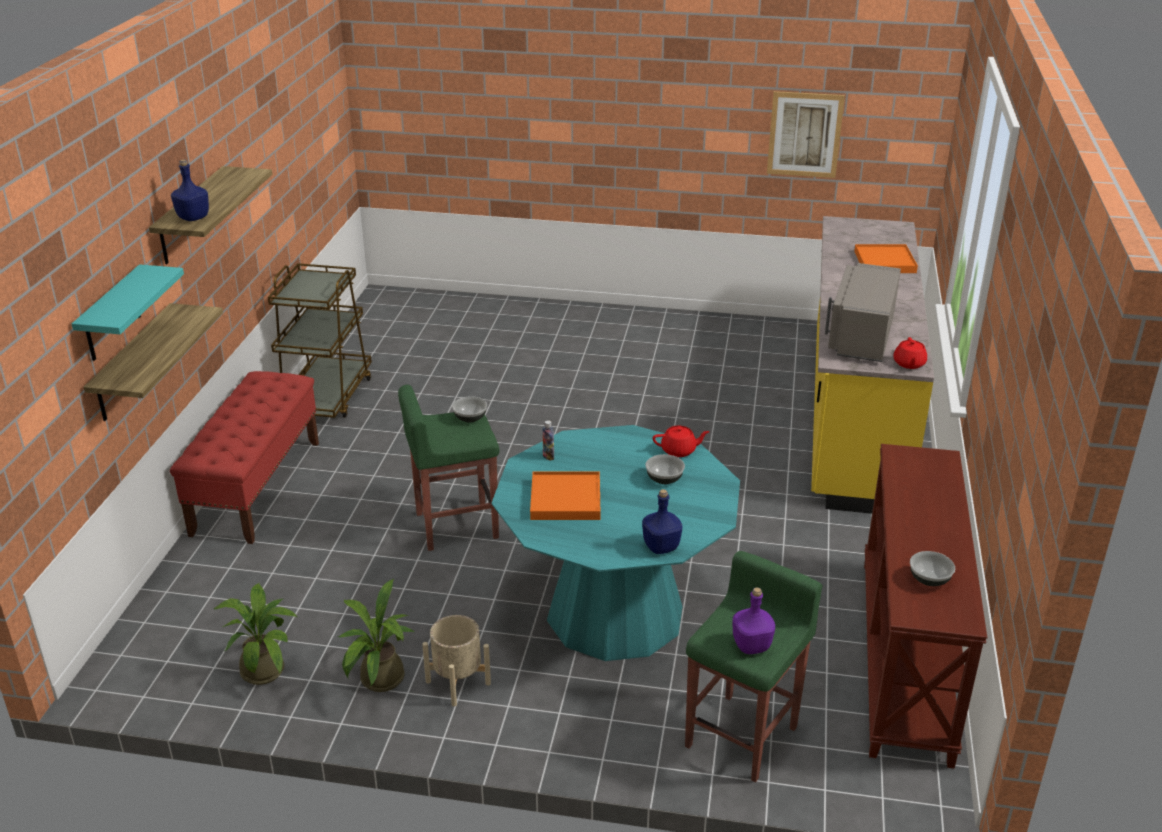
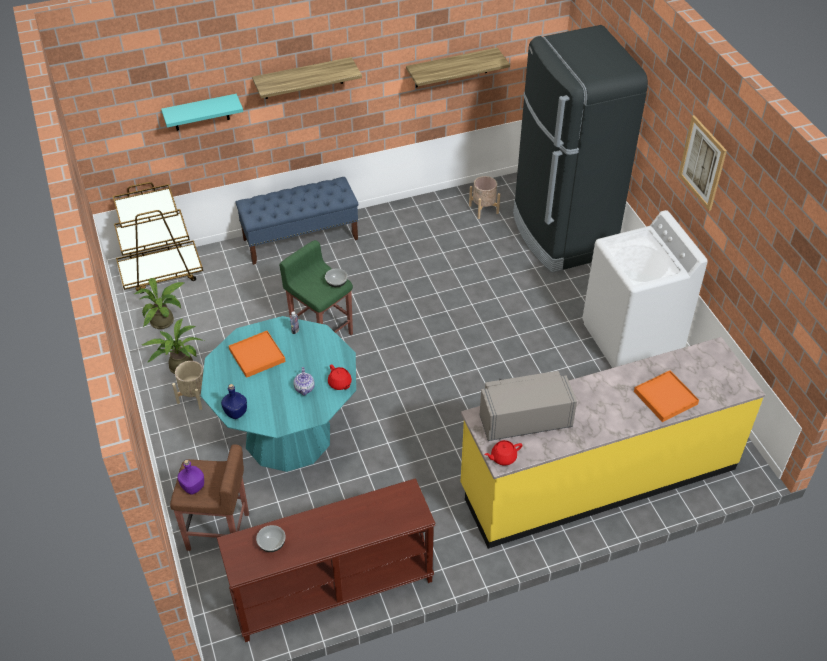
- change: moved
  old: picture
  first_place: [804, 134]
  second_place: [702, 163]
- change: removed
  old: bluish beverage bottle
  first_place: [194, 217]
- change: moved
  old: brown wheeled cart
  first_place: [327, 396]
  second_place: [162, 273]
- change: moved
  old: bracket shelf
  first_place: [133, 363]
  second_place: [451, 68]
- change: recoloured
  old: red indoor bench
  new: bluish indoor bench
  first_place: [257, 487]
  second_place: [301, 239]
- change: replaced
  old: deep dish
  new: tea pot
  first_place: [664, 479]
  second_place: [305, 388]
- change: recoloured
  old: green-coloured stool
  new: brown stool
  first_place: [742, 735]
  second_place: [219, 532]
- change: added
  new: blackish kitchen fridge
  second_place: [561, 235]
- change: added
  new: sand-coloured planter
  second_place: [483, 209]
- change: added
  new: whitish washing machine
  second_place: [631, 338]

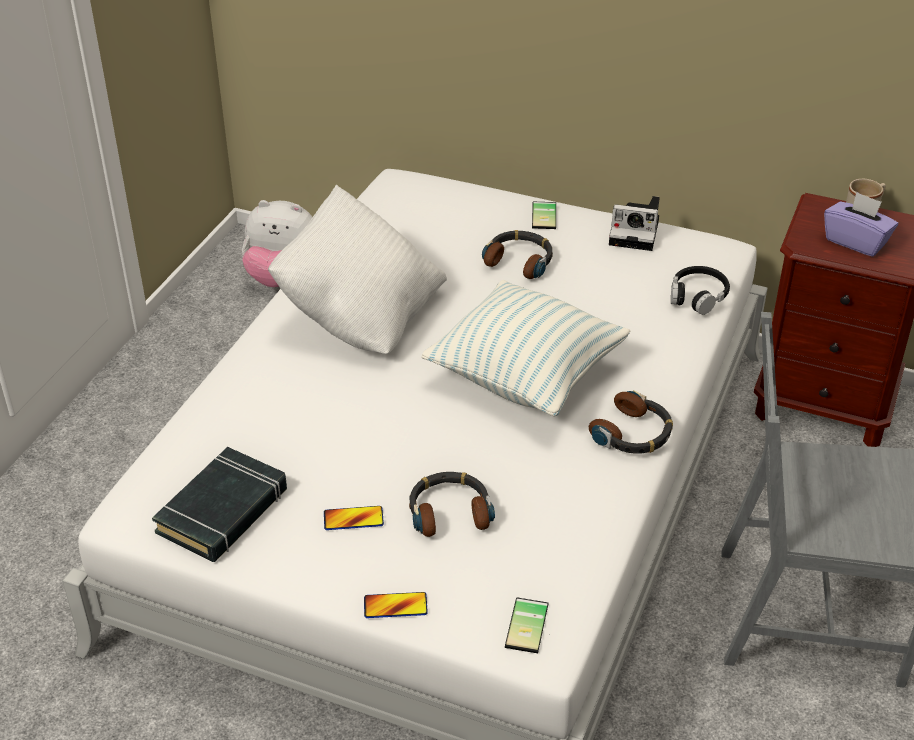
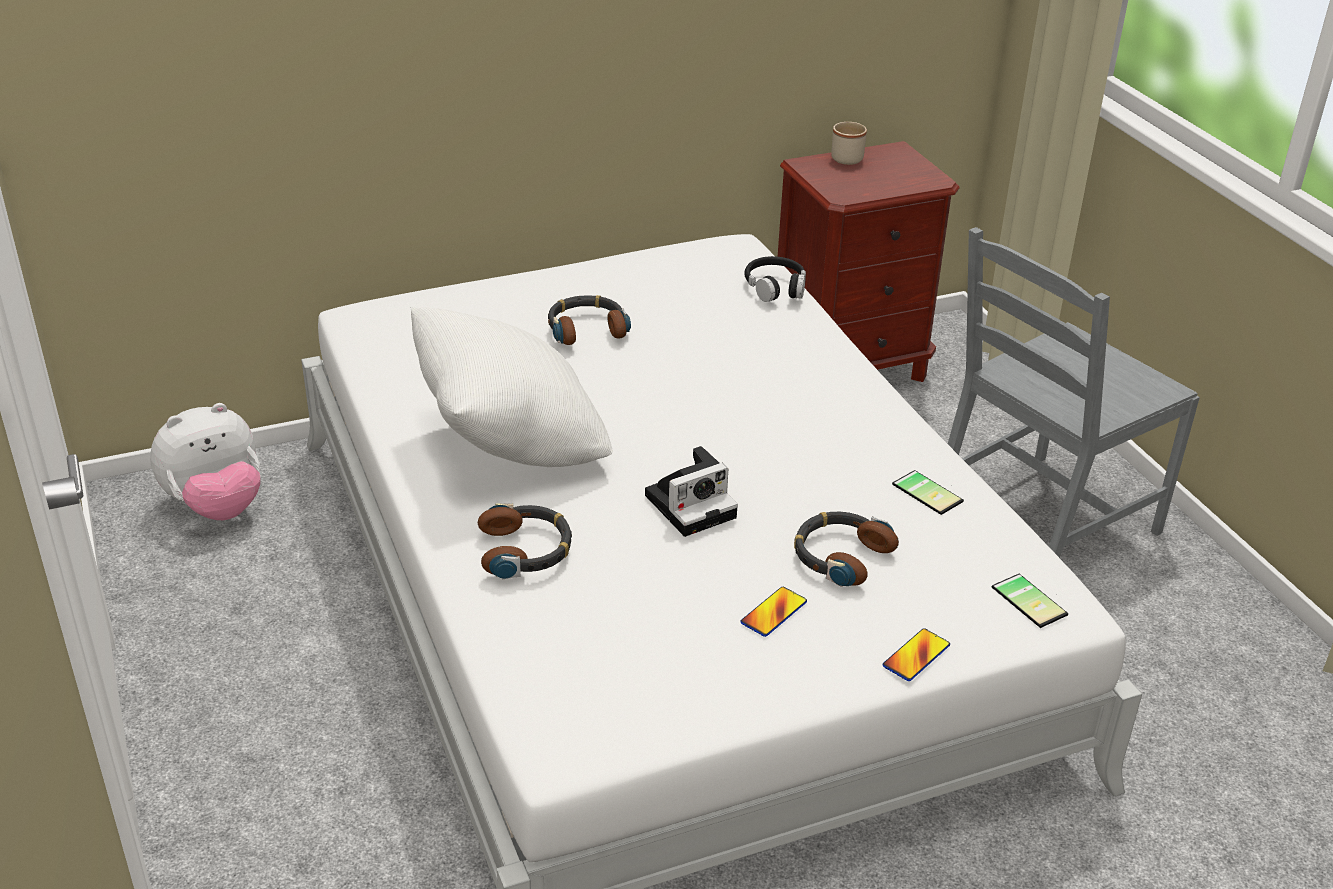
- change: removed
  old: purplish tissue holder
  first_place: [856, 241]
- change: moved
  old: photo camera
  first_place: [636, 232]
  second_place: [692, 504]
- change: moved
  old: handset
  first_place: [546, 215]
  second_place: [930, 491]
- change: removed
  old: throw pillow
  first_place: [525, 377]
- change: moved
  old: pair of headphones
  first_place: [633, 434]
  second_place: [526, 550]
- change: removed
  old: blackish bound book
  first_place: [223, 511]

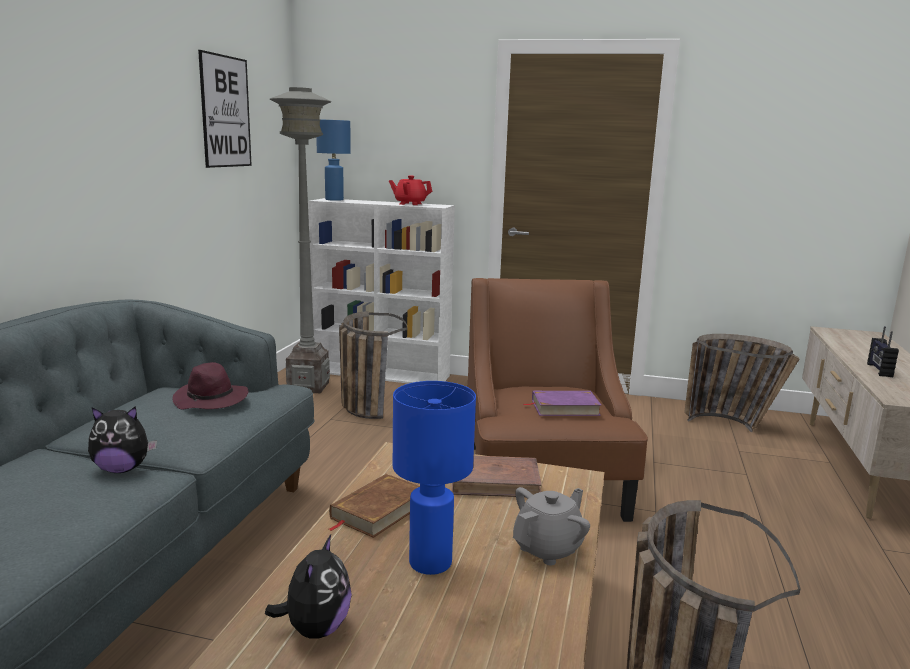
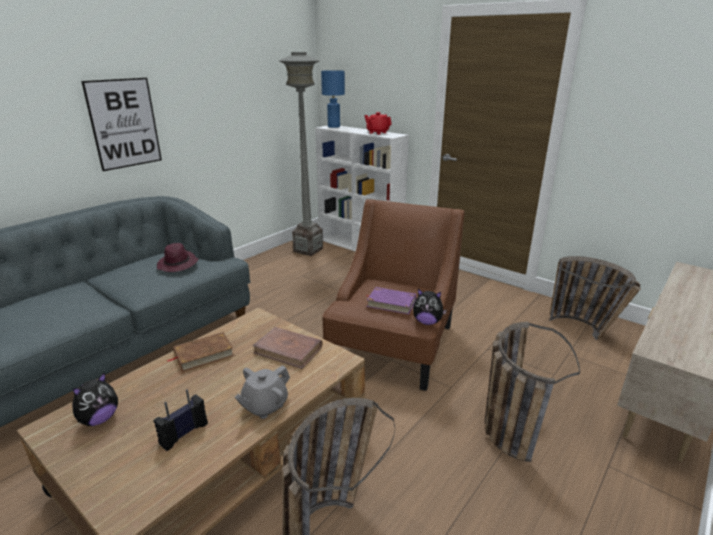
- change: moved
  old: picture
  first_place: [225, 112]
  second_place: [124, 123]
- change: moved
  old: storage basket
  first_place: [363, 404]
  second_place: [508, 424]
- change: moved
  old: radio receiver
  first_place: [879, 370]
  second_place: [183, 433]
- change: removed
  old: bluish tabletop lamp
  first_place: [429, 563]
- change: moved
  old: cuddly toy
  first_place: [122, 469]
  second_place: [427, 322]
- change: turned
  old: grey tea pot
  first_place: [548, 549]
  second_place: [264, 406]
  degrees: 150

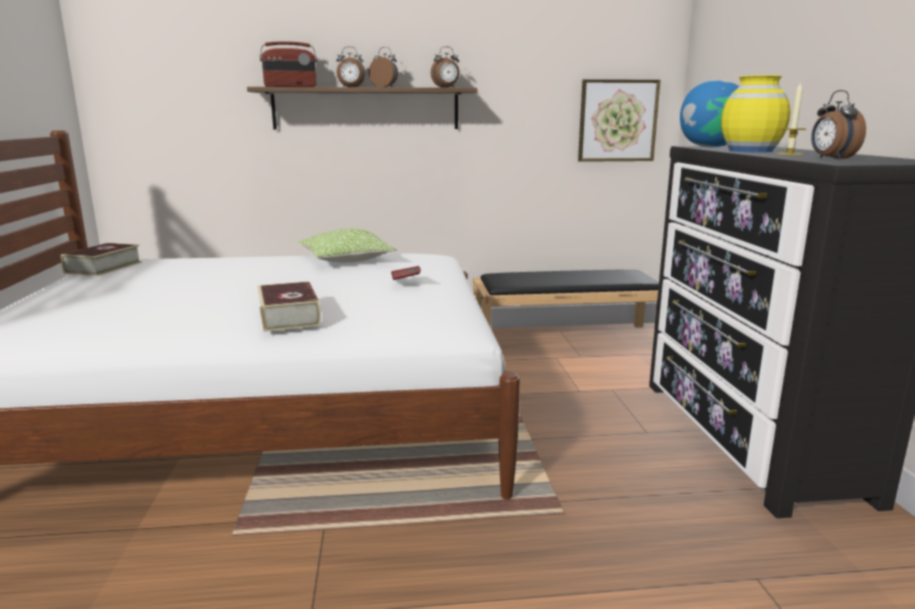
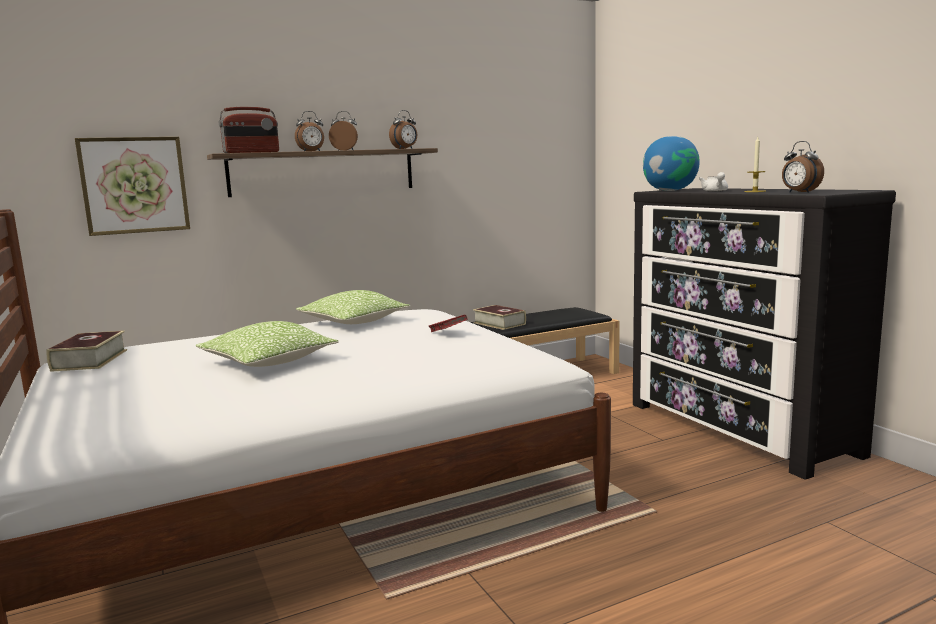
- change: replaced
  old: yellow-coloured vase
  new: whitish tea pot
  first_place: [750, 151]
  second_place: [715, 191]
- change: moved
  old: picture
  first_place: [617, 121]
  second_place: [134, 185]
- change: moved
  old: bound book
  first_place: [289, 316]
  second_place: [499, 323]
- change: added
  new: throw pillow
  second_place: [268, 362]

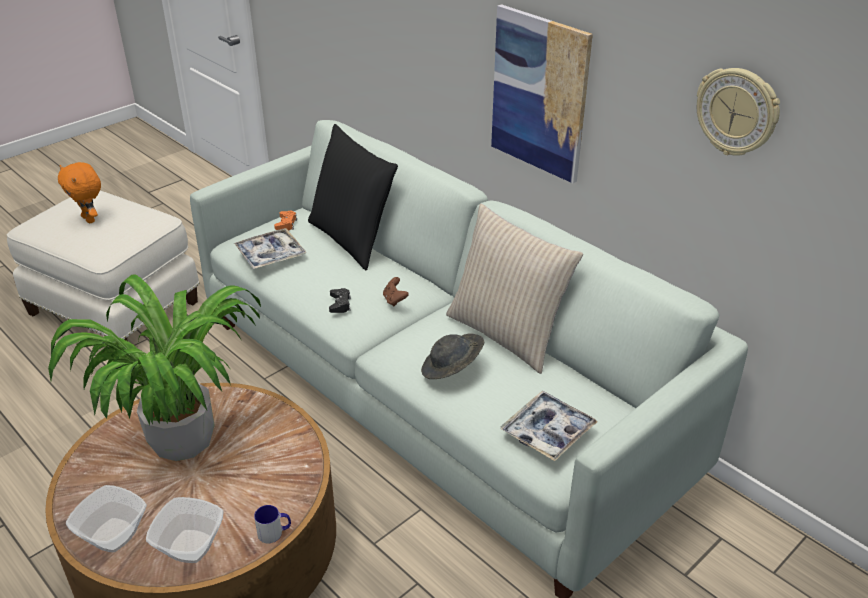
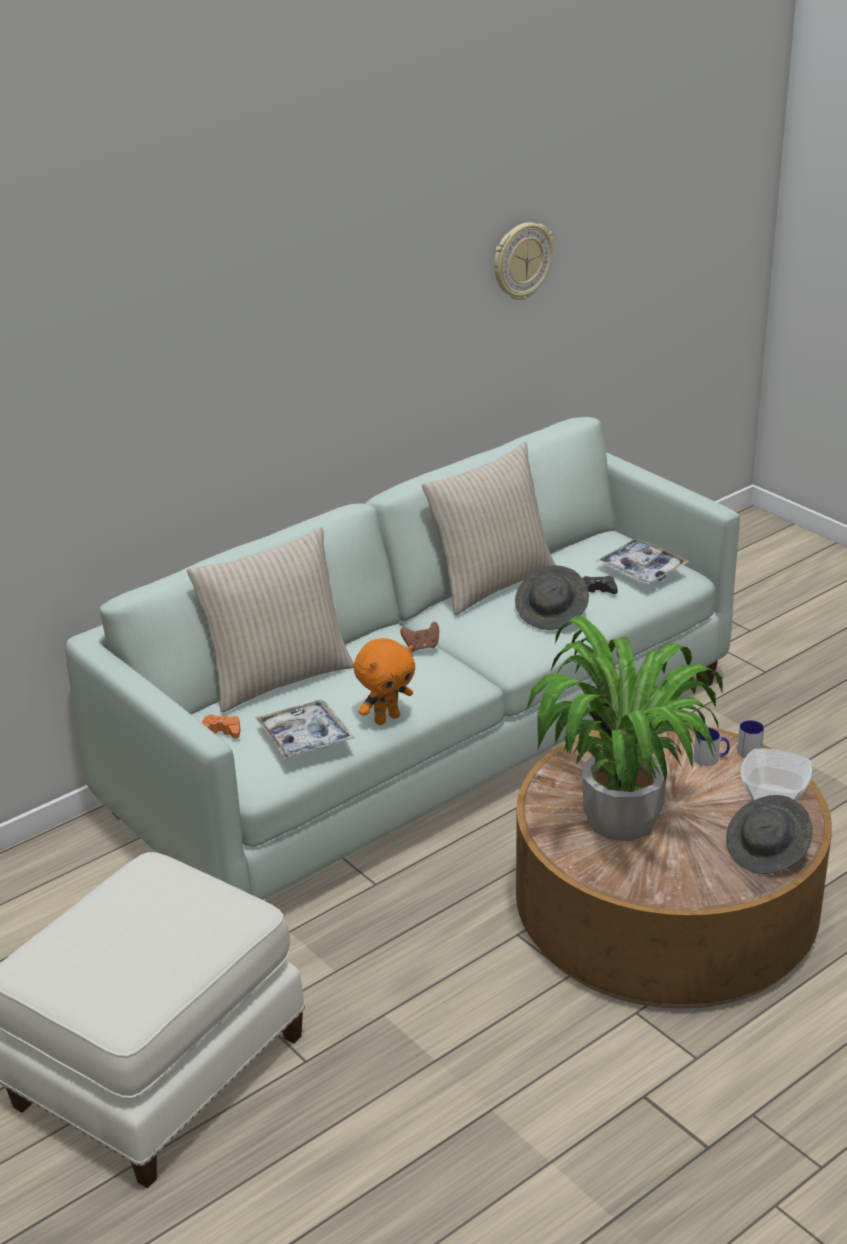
- change: removed
  old: picture
  first_place: [539, 94]
- change: recoloured
  old: blackish throw pillow
  new: sand-coloured throw pillow
  first_place: [352, 239]
  second_place: [277, 678]
- change: moved
  old: orangey cuddly toy
  first_place: [90, 219]
  second_place: [386, 718]
- change: moved
  old: blackish gamepad
  first_place: [340, 304]
  second_place: [597, 590]
- change: replaced
  old: deep dish
  new: grey clothing hat
  first_place: [112, 535]
  second_place: [768, 851]
- change: added
  new: coffee mug
  second_place: [710, 759]

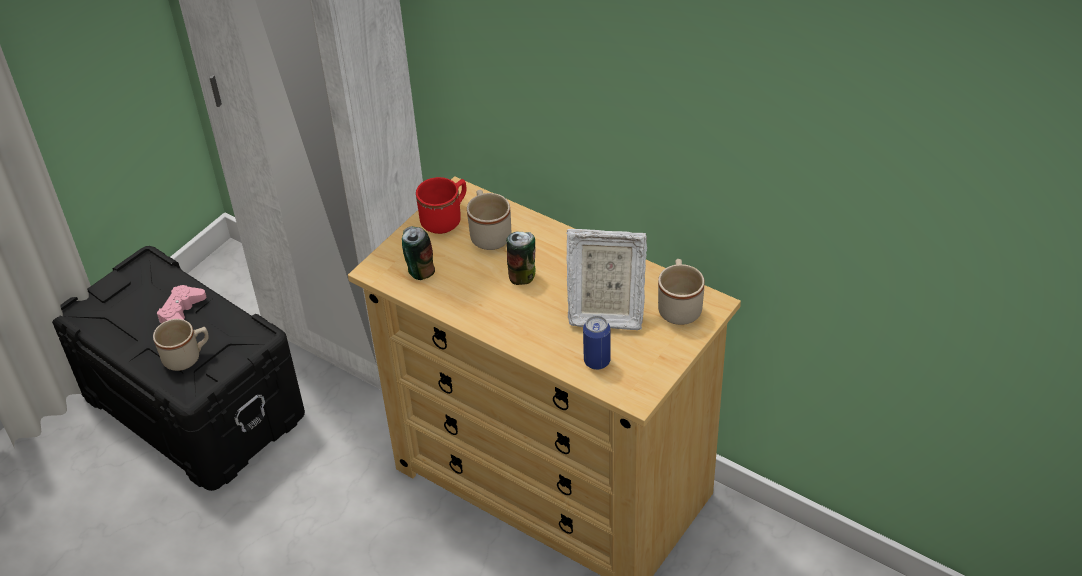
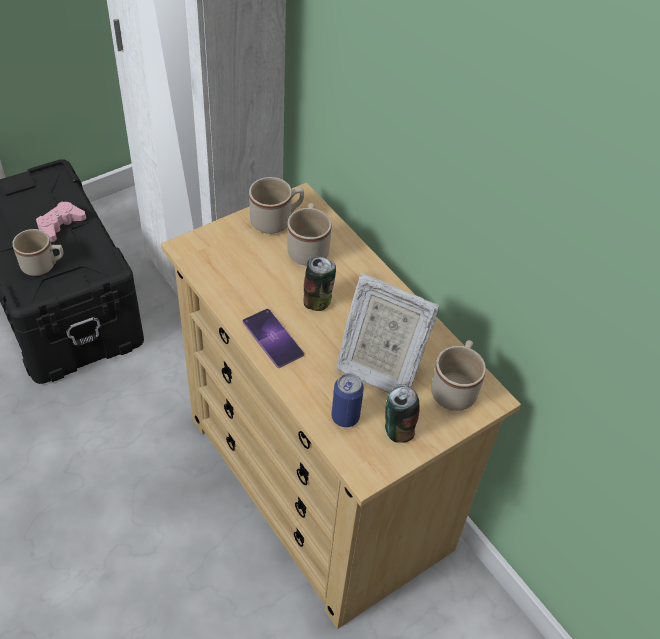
- change: recoloured
  old: red coffee mug
  new: sand-coloured coffee mug
  first_place: [446, 219]
  second_place: [277, 220]
- change: moved
  old: metal can
  first_place: [420, 271]
  second_place: [397, 429]
- change: added
  new: handset
  second_place: [273, 338]

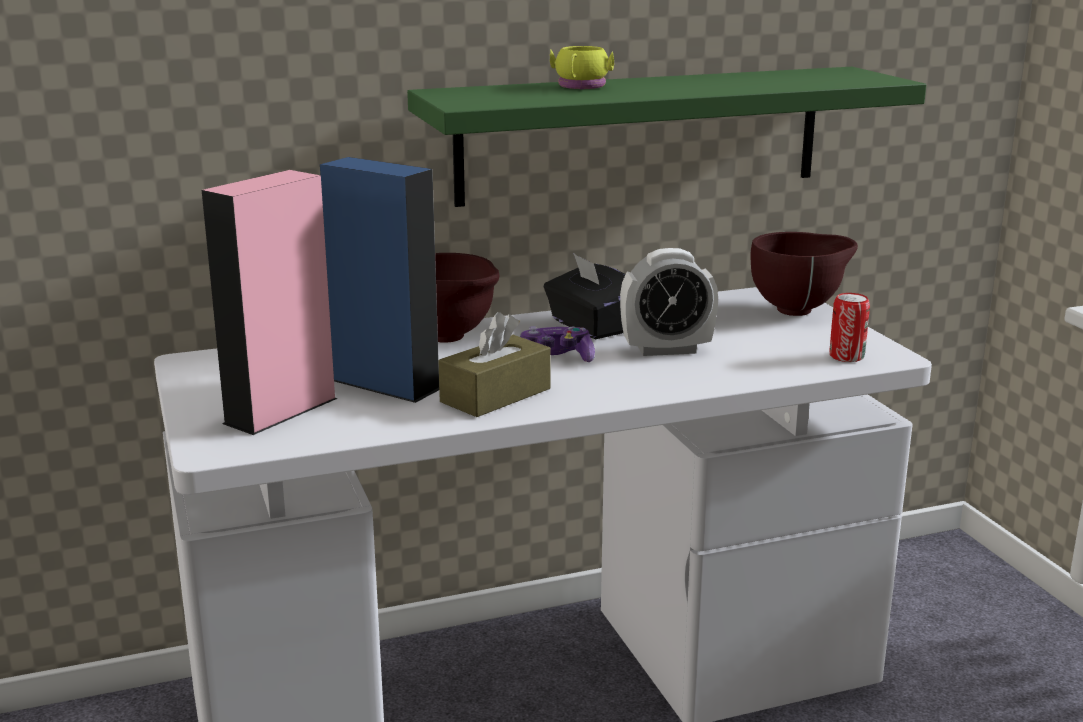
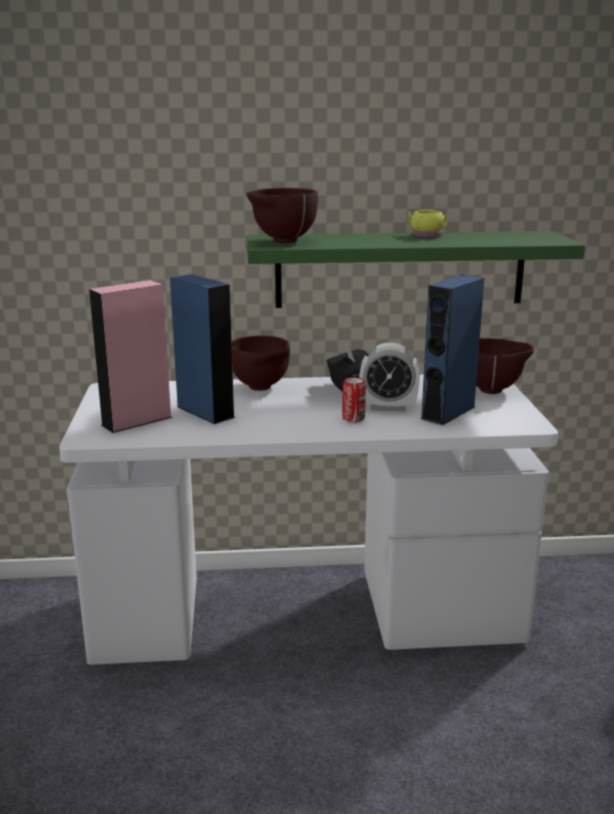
- change: moved
  old: yellow-coloured coffee mug
  first_place: [580, 86]
  second_place: [425, 235]
- change: moved
  old: metal can
  first_place: [846, 356]
  second_place: [353, 418]
- change: removed
  old: brown tissue holder
  first_place: [495, 395]
- change: removed
  old: gamepad
  first_place: [555, 360]
- change: added
  new: brown deep dish
  second_place: [282, 241]
- change: added
  new: bluish speaker
  second_place: [448, 412]

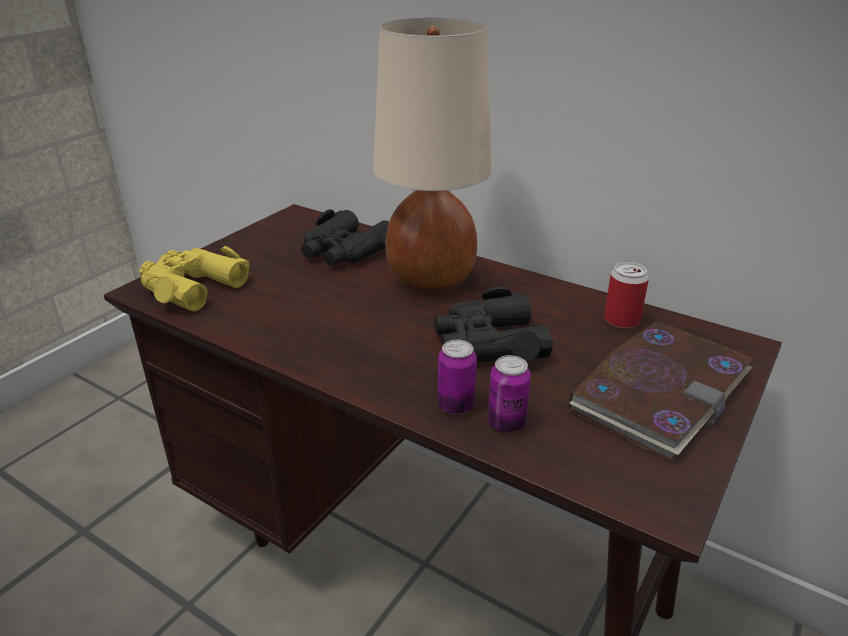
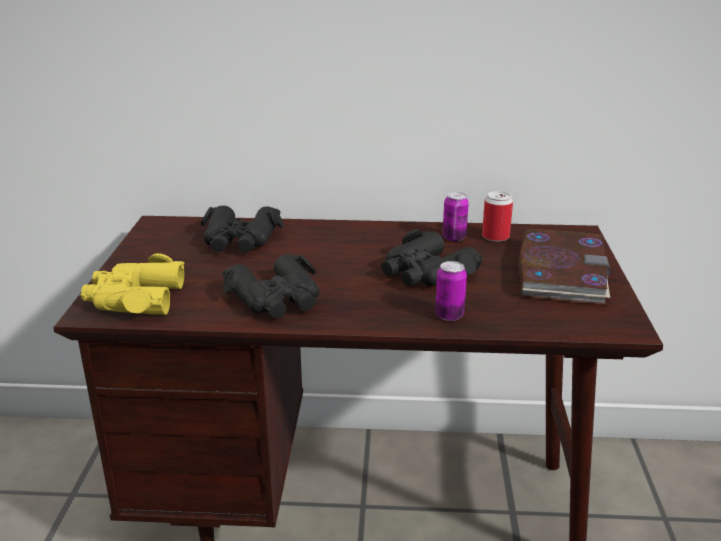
- change: removed
  old: sand-coloured tabletop lamp
  first_place: [430, 280]
- change: moved
  old: metal can
  first_place: [506, 423]
  second_place: [454, 237]
- change: added
  new: blackish binoculars
  second_place: [277, 299]

